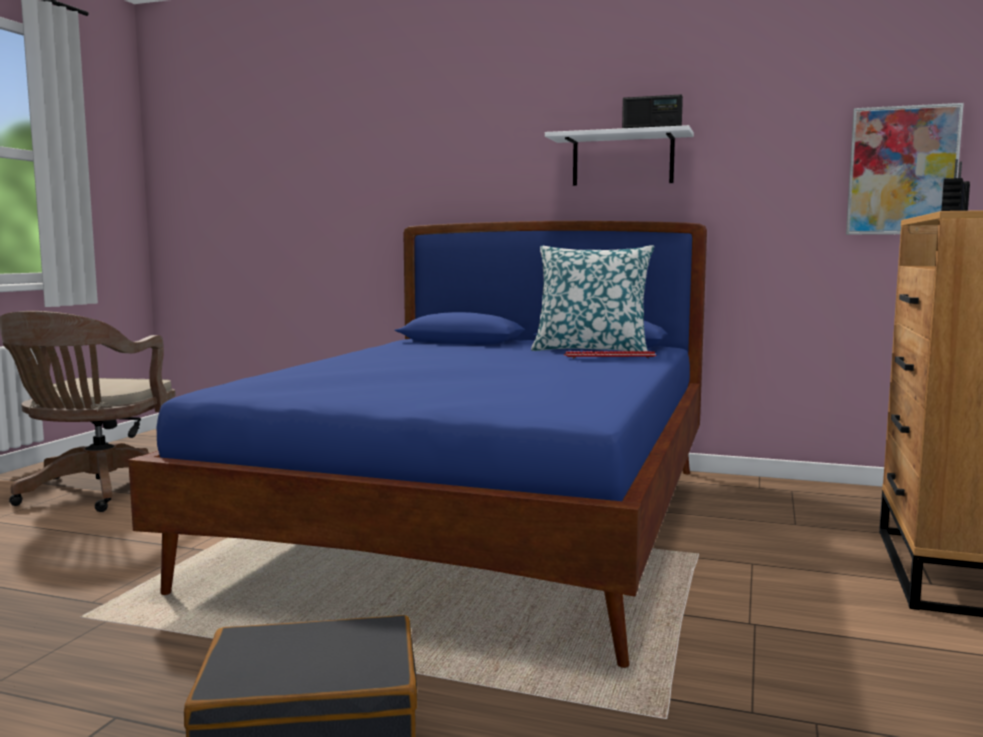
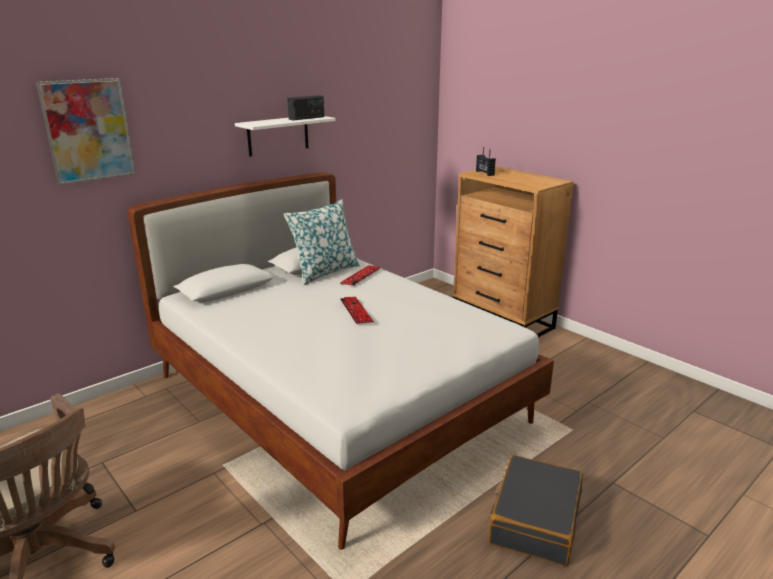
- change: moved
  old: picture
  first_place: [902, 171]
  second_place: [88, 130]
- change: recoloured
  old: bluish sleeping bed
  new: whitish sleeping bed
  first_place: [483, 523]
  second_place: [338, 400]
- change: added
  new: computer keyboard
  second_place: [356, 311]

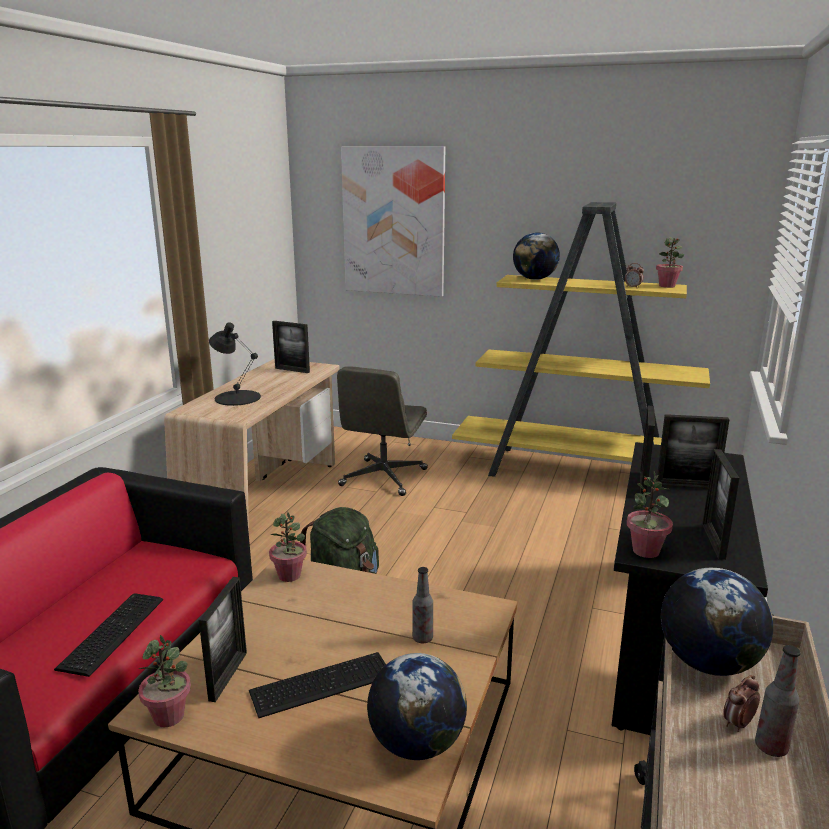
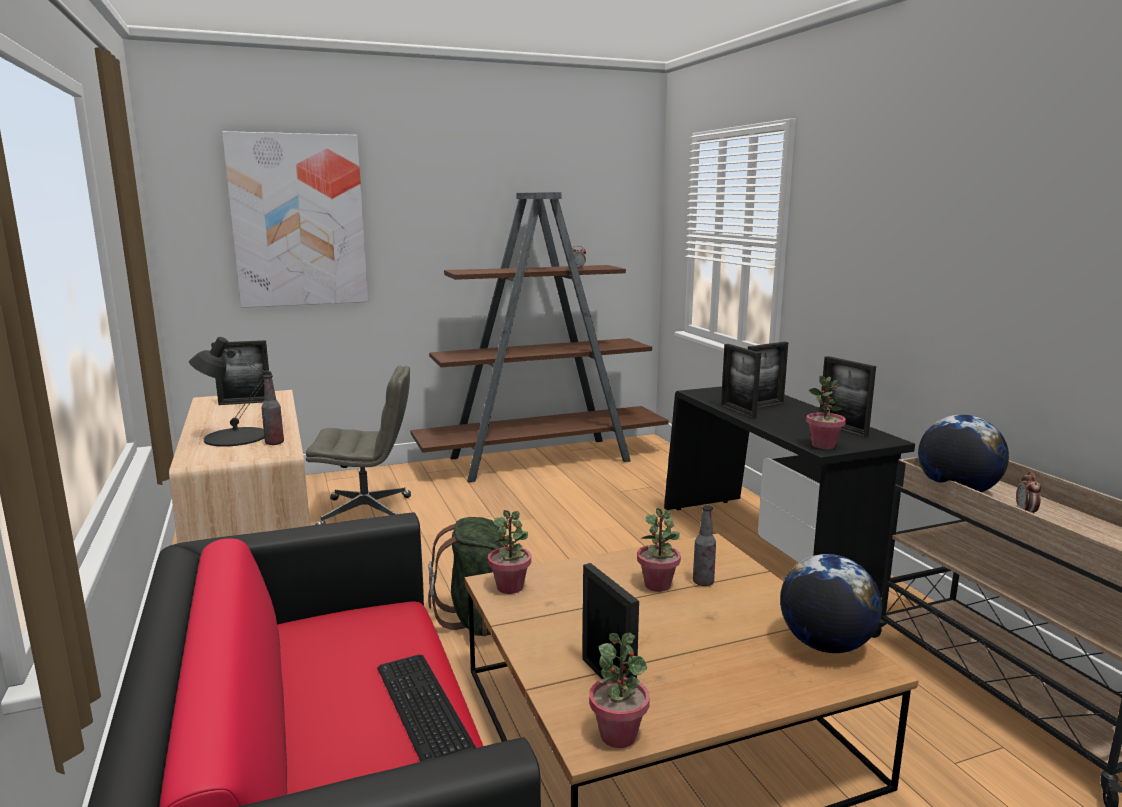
- change: recoloured
  old: yellow-coloured bookshelf
  new: brown bookshelf
  first_place: [581, 473]
  second_place: [542, 459]
- change: removed
  old: world globe
  first_place: [535, 279]
- change: moved
  old: houseplant
  first_place: [667, 286]
  second_place: [658, 585]
- change: turned
  old: grey desk chair
  first_place: [383, 478]
  second_place: [367, 512]
  degrees: -75
- change: moved
  old: beverage bottle
  first_place: [771, 747]
  second_place: [274, 443]
- change: removed
  old: computer keyboard
  first_place: [319, 683]

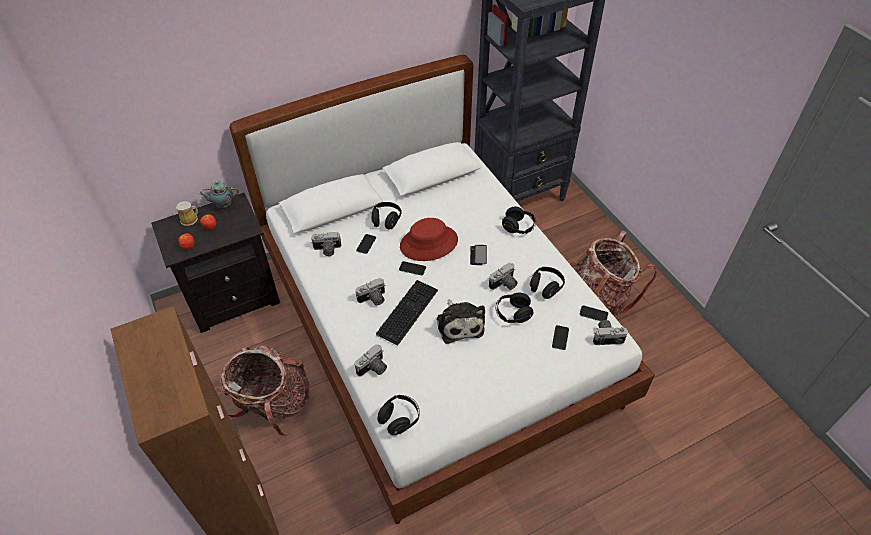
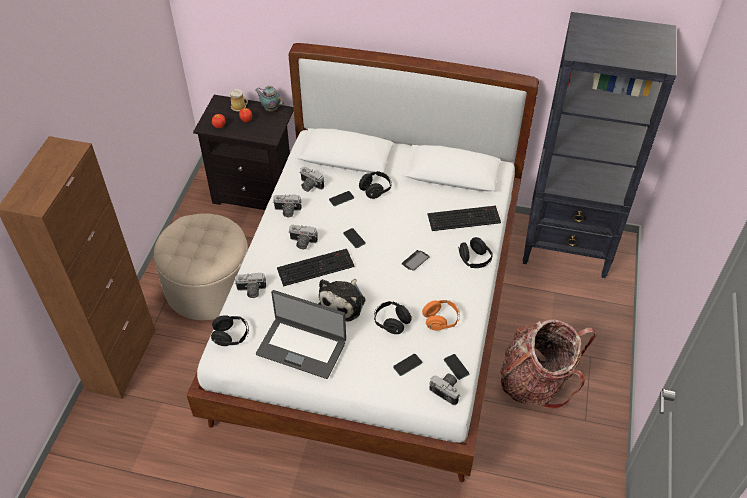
- change: removed
  old: red clothing hat
  first_place: [429, 243]
- change: moved
  old: photo camera
  first_place: [504, 284]
  second_place: [287, 211]
- change: recoloured
  old: blackish pair of headphones
  new: orangey pair of headphones
  first_place: [546, 287]
  second_place: [441, 320]
- change: replaced
  old: knapsack
  new: sand-coloured pouffe
  first_place: [272, 405]
  second_place: [209, 286]
- change: added
  new: computer keyboard
  second_place: [464, 218]
- change: added
  new: portable computer
  second_place: [302, 347]

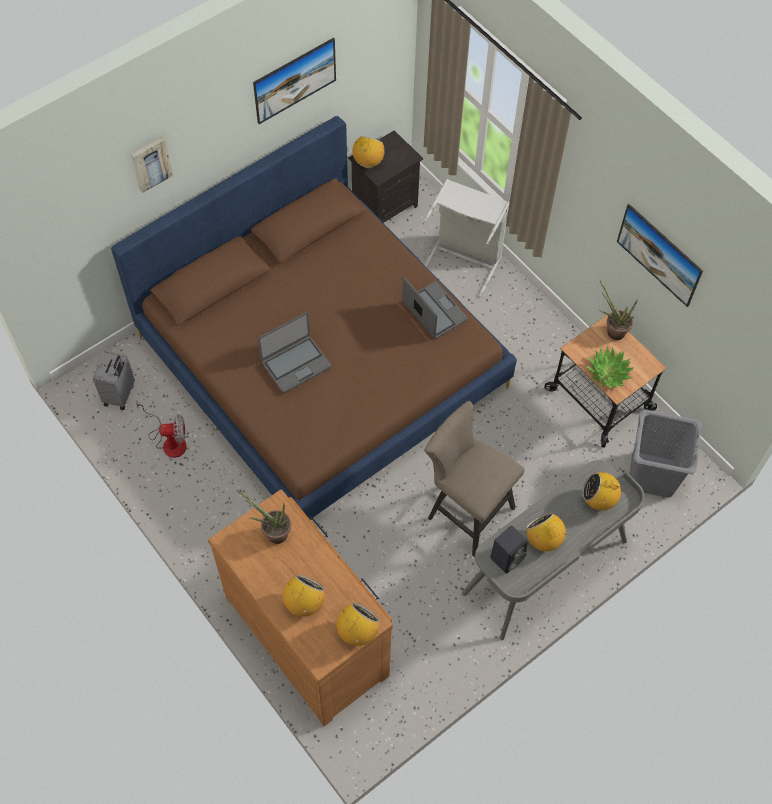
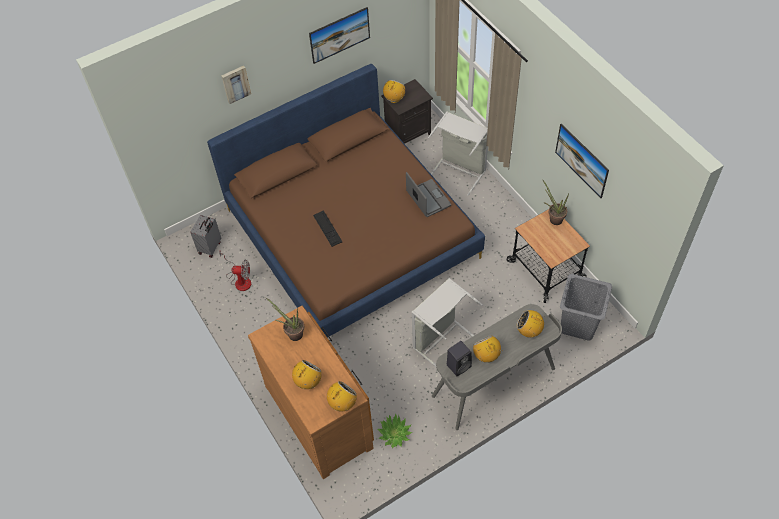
- change: replaced
  old: portable computer
  new: computer keyboard
  first_place: [295, 364]
  second_place: [327, 228]
- change: moved
  old: houseplant
  first_place: [608, 373]
  second_place: [394, 434]
- change: replaced
  old: sand-coloured stool
  new: grey washing basket
  first_place: [465, 511]
  second_place: [441, 340]

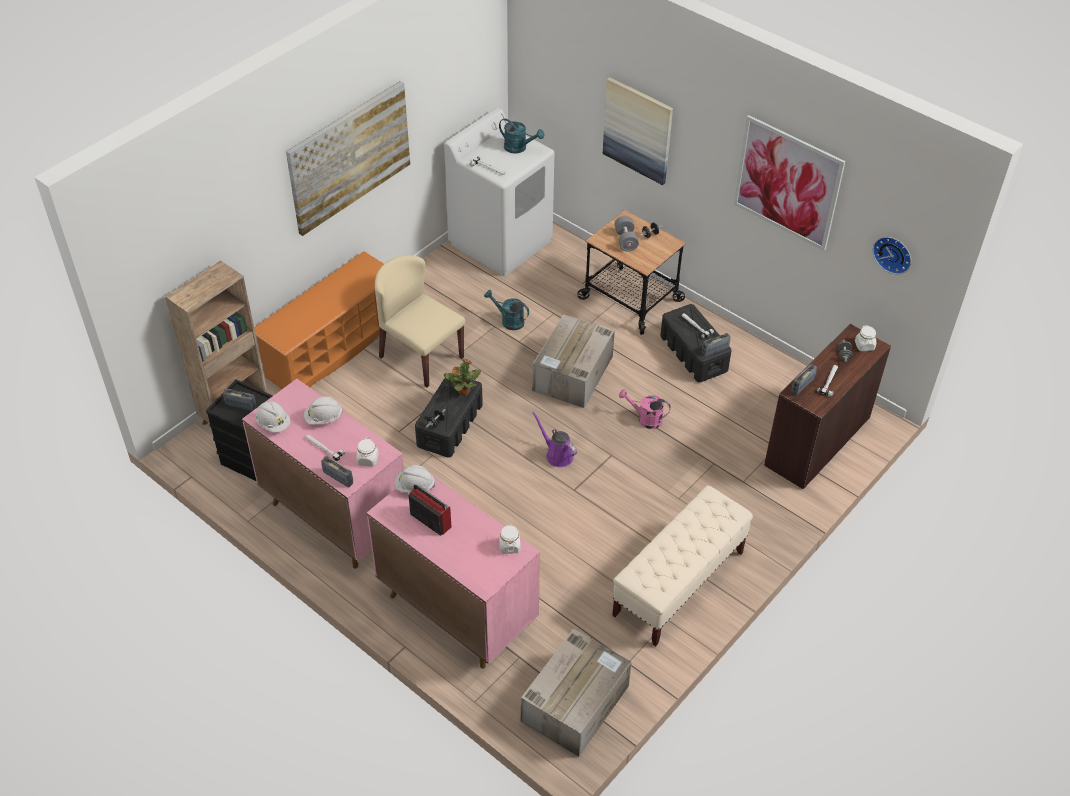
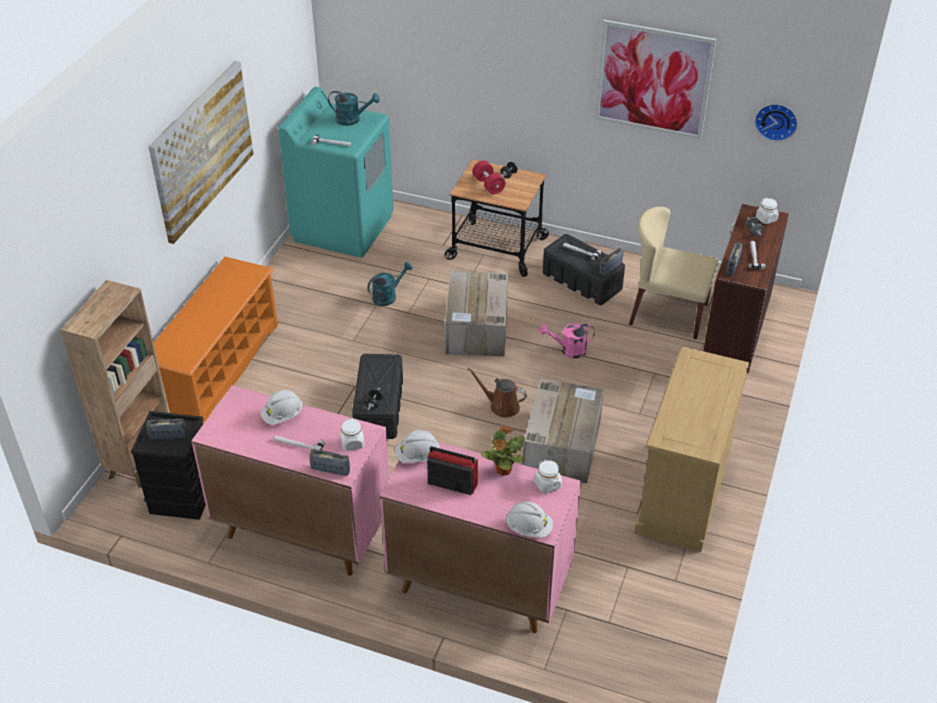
- change: removed
  old: picture
  first_place: [638, 130]
- change: recoloured
  old: whitish washing machine
  new: turquoise washing machine
  first_place: [501, 242]
  second_place: [343, 227]
- change: recoloured
  old: grey dumbbell
  new: red dumbbell
  first_place: [625, 240]
  second_place: [488, 185]
- change: moved
  old: sand-coloured plain chair
  first_place: [421, 356]
  second_place: [667, 314]
- change: turned
  old: turquoise watering pot
  first_place: [508, 321]
  second_place: [388, 296]
  degrees: 135
- change: moved
  old: houseplant
  first_place: [463, 392]
  second_place: [503, 470]
- change: moved
  old: whitish hard hat
  first_place: [273, 423]
  second_place: [529, 528]
- change: recoloured
  old: purplish watering pot
  new: brown watering pot
  first_place: [557, 455]
  second_place: [501, 406]
- change: replaced
  old: sand-coloured indoor bench
  new: sand-coloured drawer chest
  first_place: [678, 584]
  second_place: [682, 492]
- change: moved
  old: cardboard box
  first_place: [575, 702]
  second_place: [562, 444]

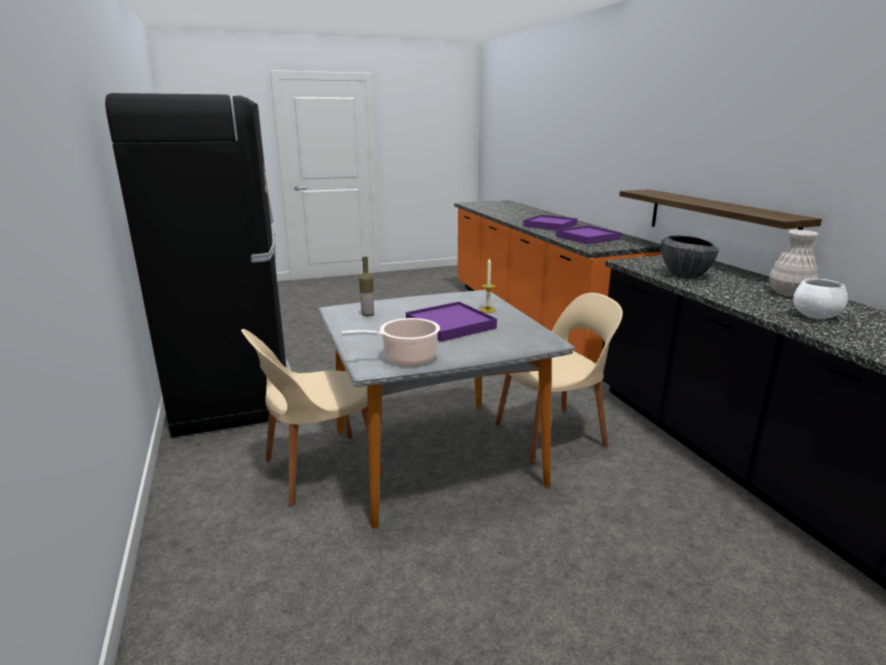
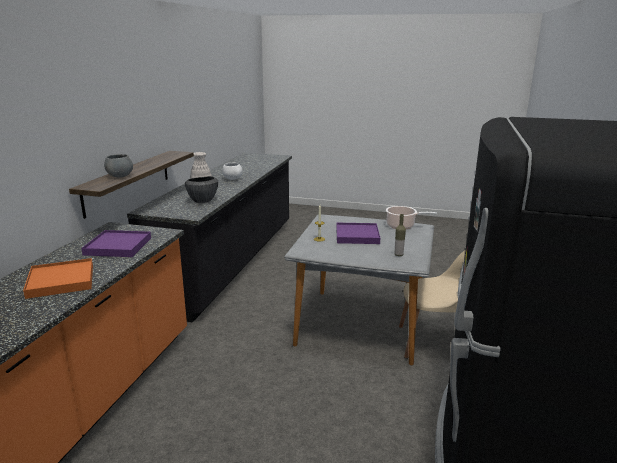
- change: recoloured
  old: purplish tray
  new: orangey tray
  first_place: [550, 225]
  second_place: [61, 281]
- change: removed
  old: sand-coloured plain chair
  first_place: [552, 434]
- change: added
  new: grey deep dish
  second_place: [120, 176]

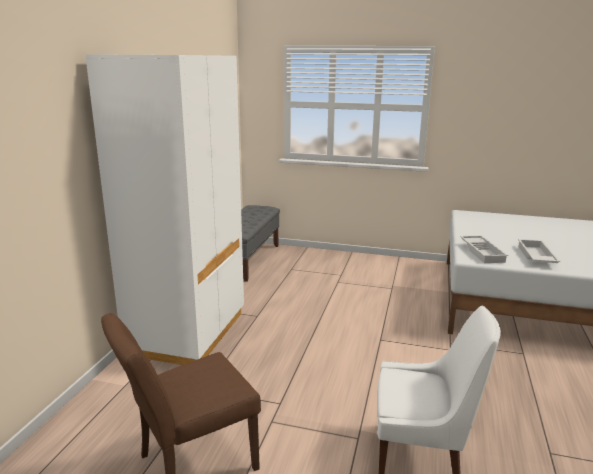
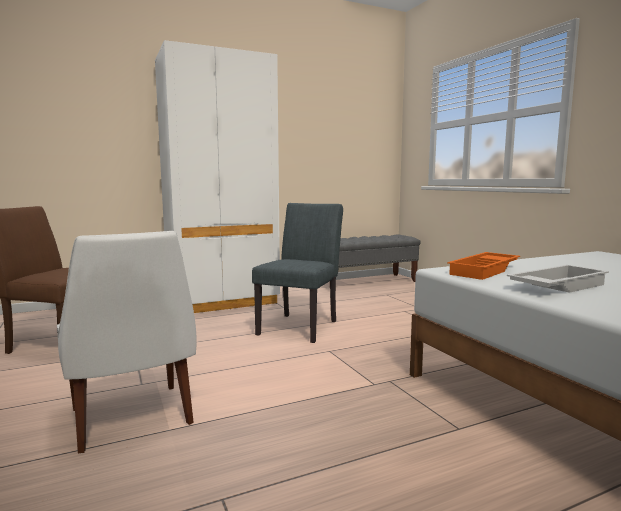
- change: recoloured
  old: whitish tray
  new: orangey tray
  first_place: [483, 252]
  second_place: [485, 271]
- change: added
  new: grey plain chair
  second_place: [301, 326]

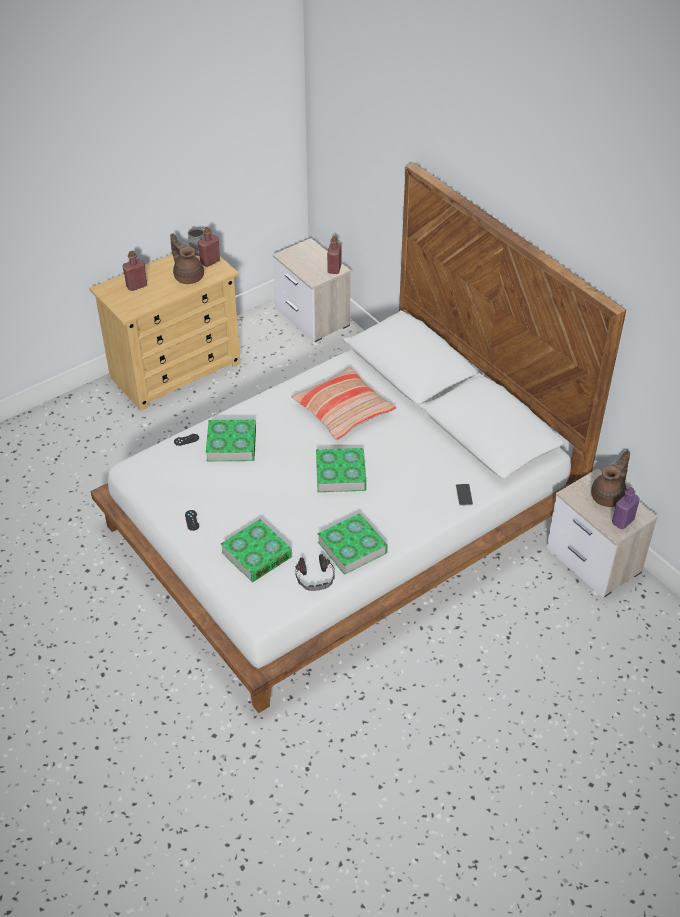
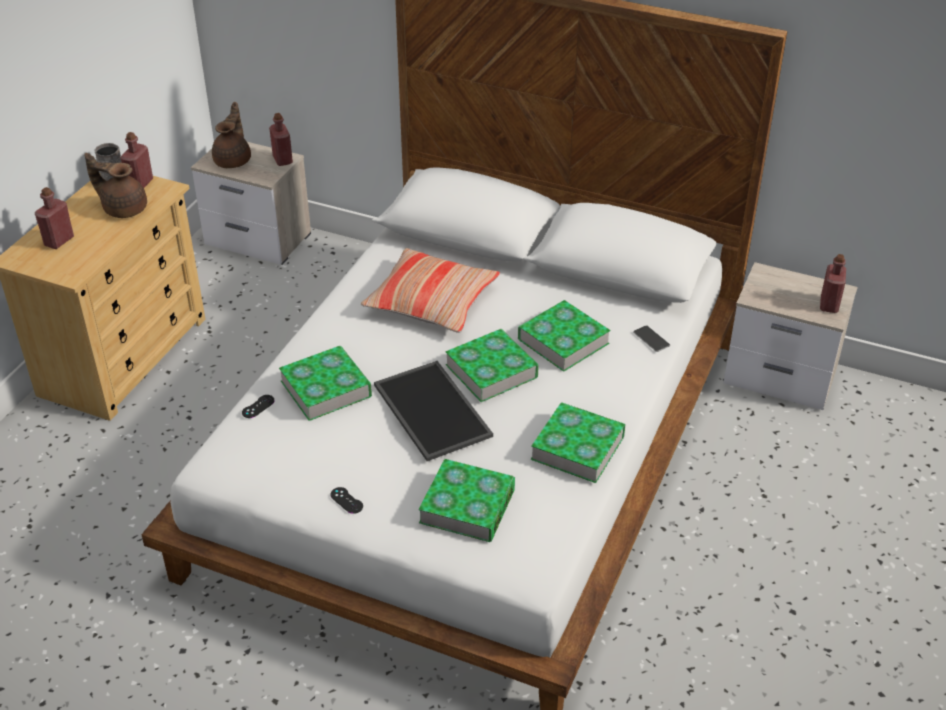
- change: moved
  old: brown tea pot
  first_place: [609, 496]
  second_place: [234, 160]
- change: recoloured
  old: purplish beverage bottle
  new: red beverage bottle
  first_place: [622, 521]
  second_place: [829, 304]
- change: removed
  old: pair of headphones
  first_place: [315, 577]
- change: added
  new: bound book
  second_place: [563, 341]
- change: added
  new: tray
  second_place: [429, 410]

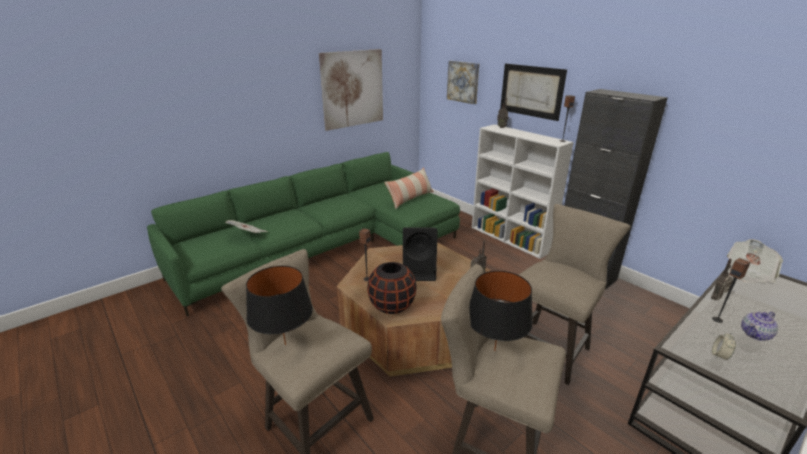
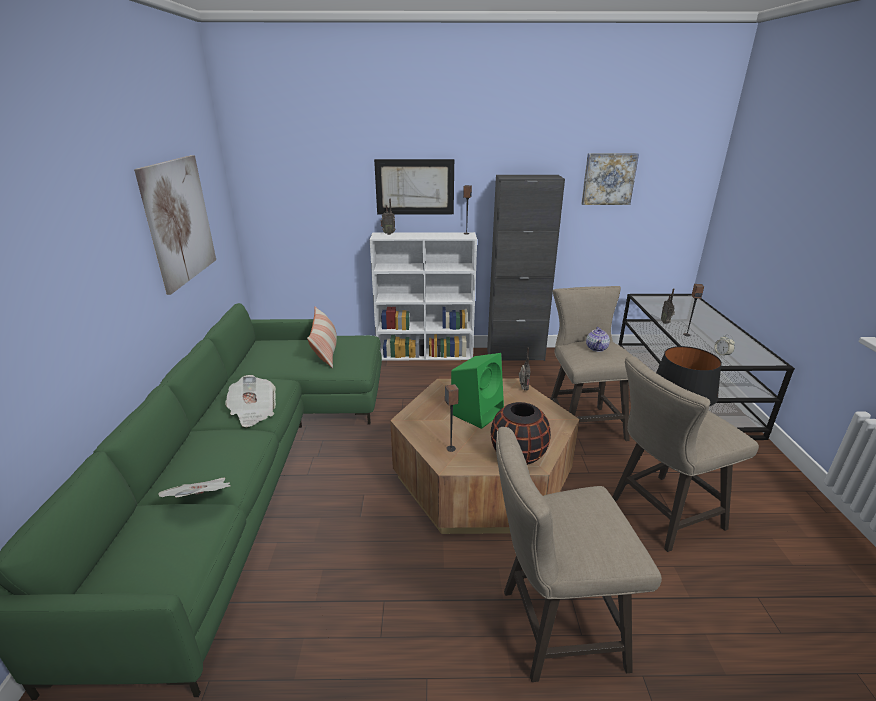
- change: moved
  old: picture
  first_place: [463, 82]
  second_place: [608, 179]
- change: recoloured
  old: blackish speaker
  new: green-coloured speaker
  first_place: [420, 271]
  second_place: [477, 412]
- change: moved
  old: newspaper
  first_place: [749, 272]
  second_place: [253, 412]
- change: removed
  old: blackish tabletop lamp
  first_place: [285, 345]
- change: moved
  old: tea pot
  first_place: [755, 334]
  second_place: [597, 348]

